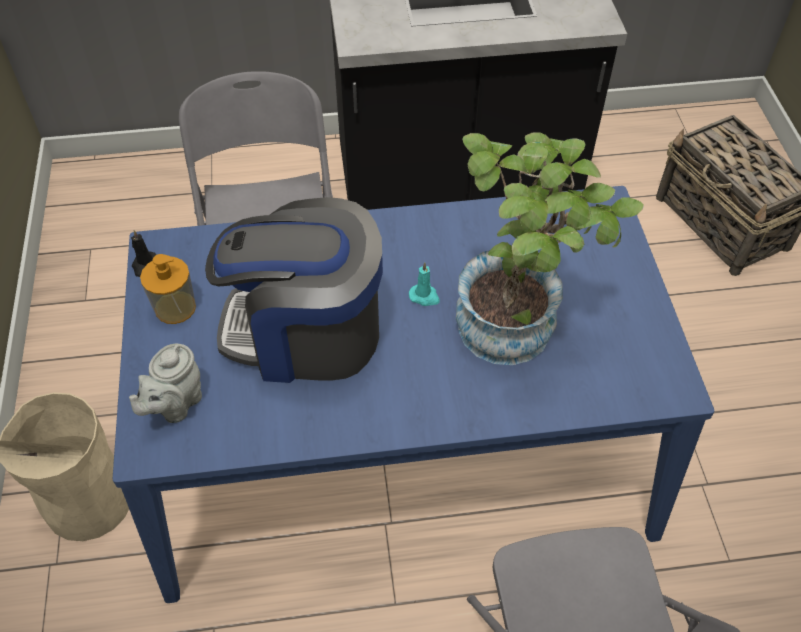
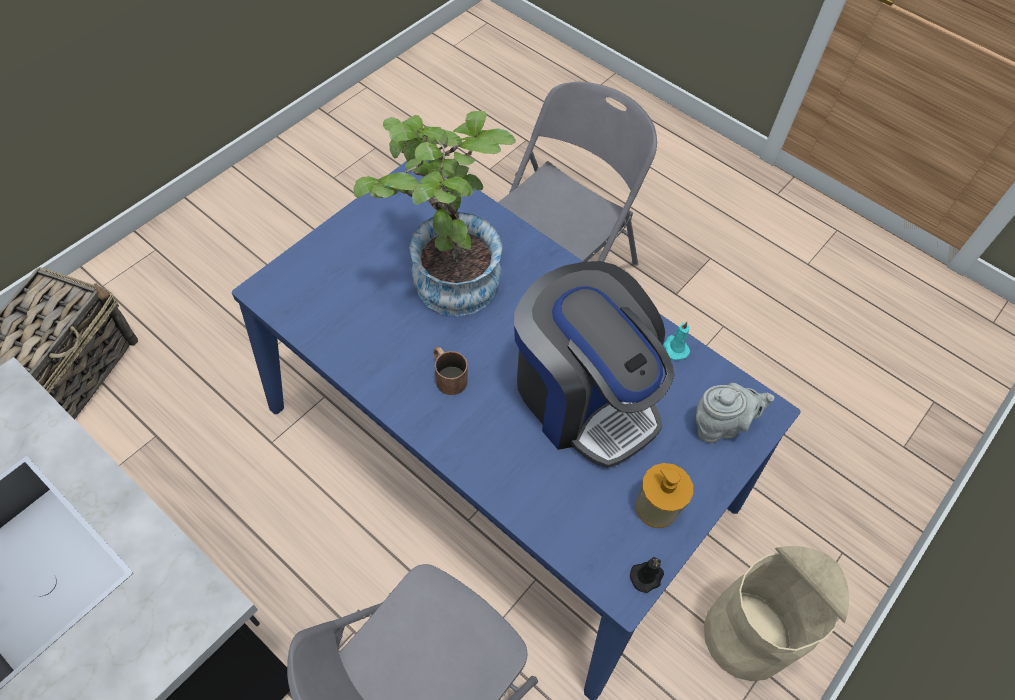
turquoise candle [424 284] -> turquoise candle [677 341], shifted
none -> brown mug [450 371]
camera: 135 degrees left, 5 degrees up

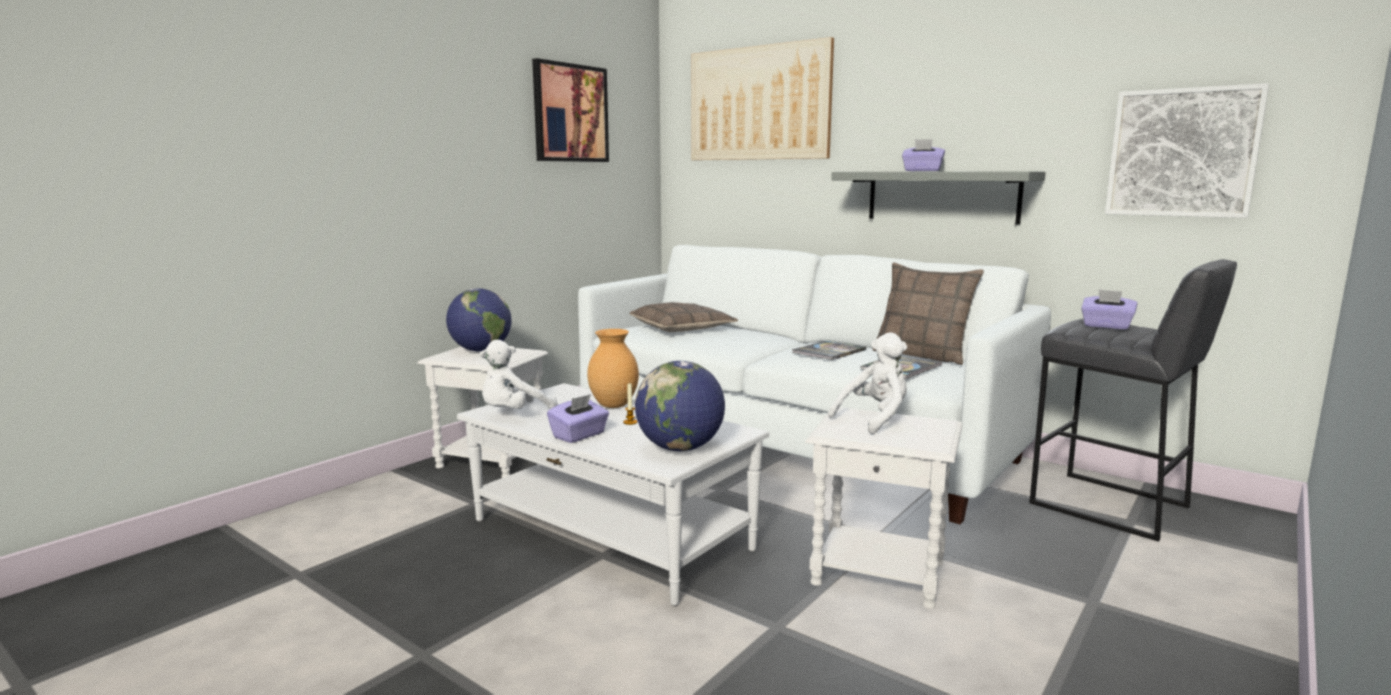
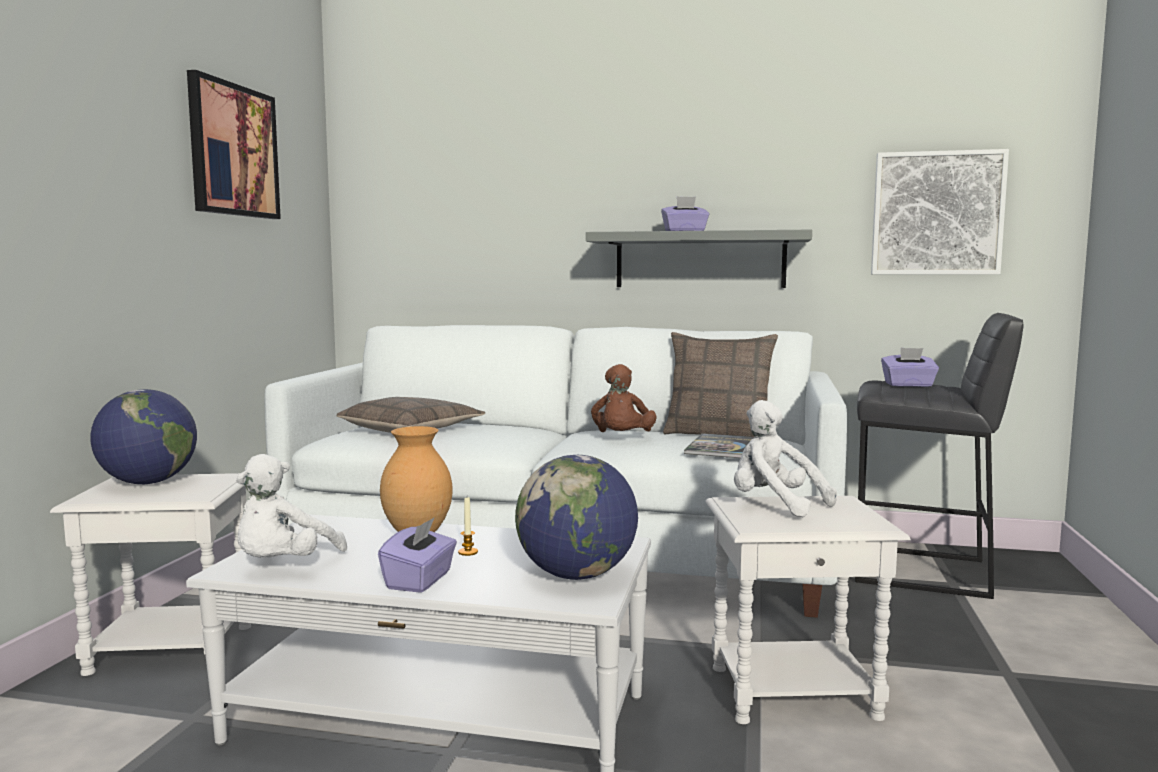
picture [762 98] -> none
book [829 350] -> brown plush toy [624 398]
white plush toy [867 383] -> white plush toy [785 458], 75 degrees counterclockwise
camera: 25 degrees left, 5 degrees down

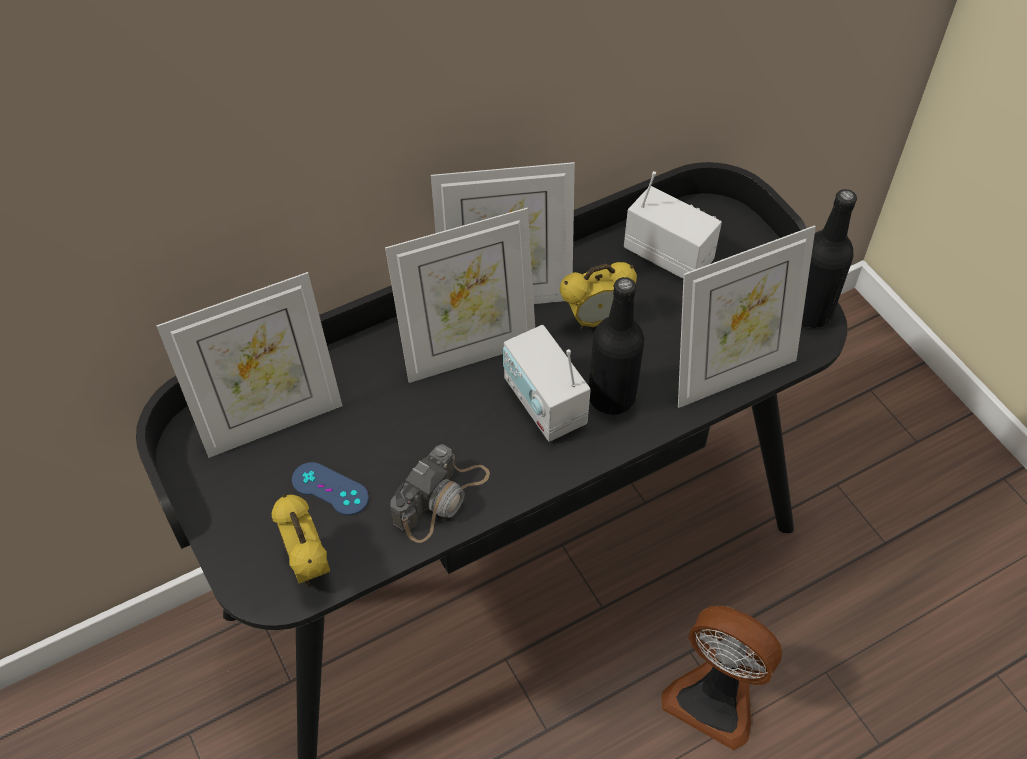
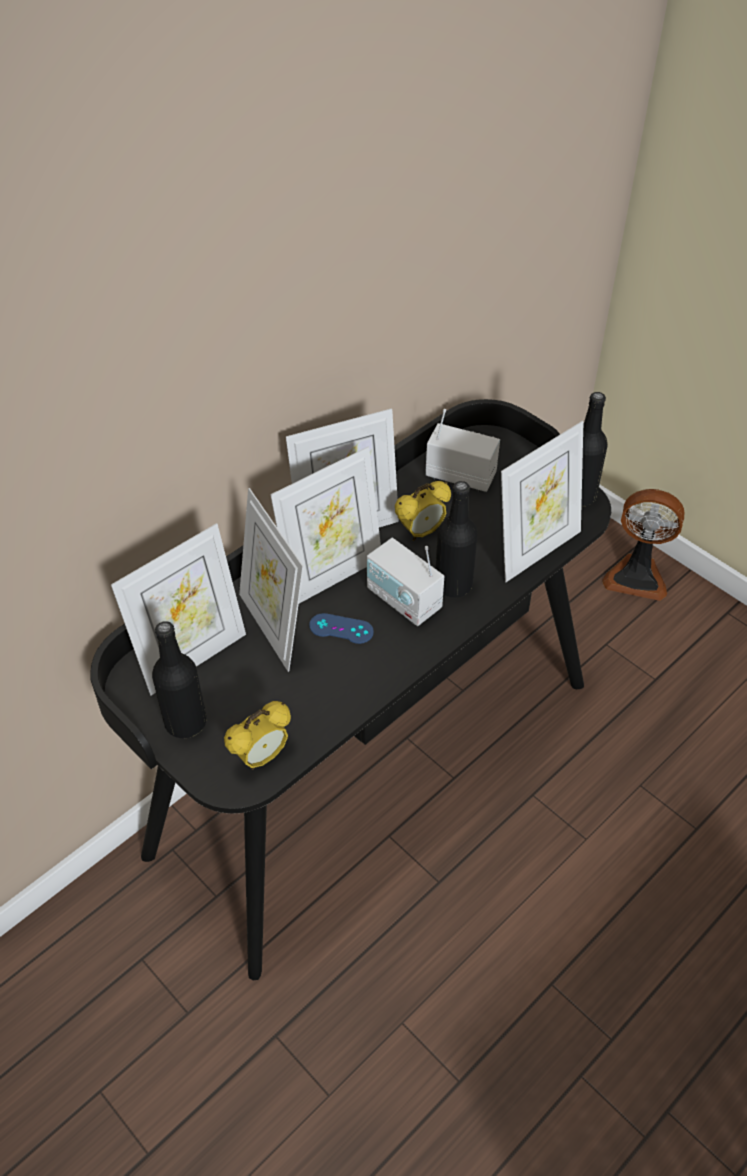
alarm clock [301 540] -> alarm clock [257 735], 90 degrees counterclockwise
blue game controller [330 488] -> blue game controller [341 628], shifted
photo camera [440 493] -> none
fan [721 677] -> fan [643 545], shifted
none -> black bottle [179 679]
none -> picture frame [271 580]
camera: 15 degrees left, 5 degrees down

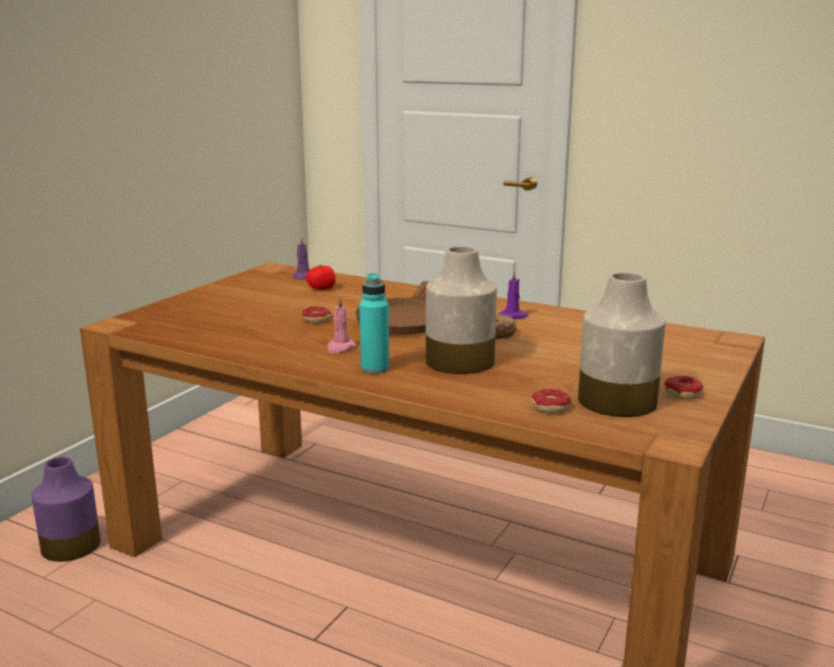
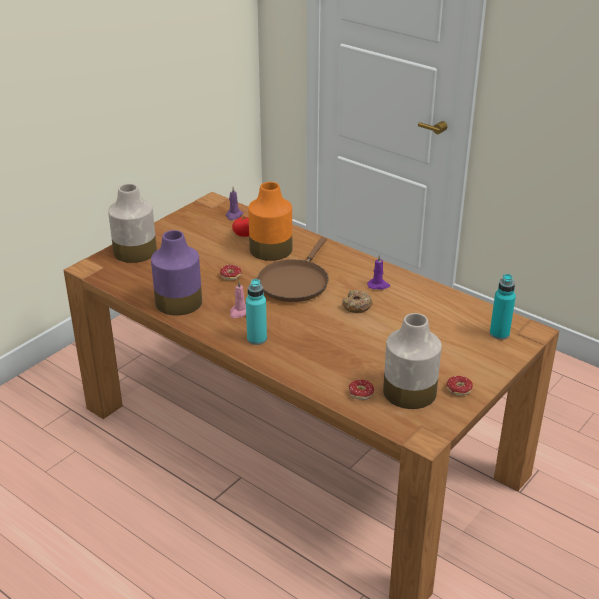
purple vase [66 509] -> purple vase [176 272], shifted
beige vase [461 310] -> beige vase [132 223], shifted
none -> orange vase [270 221]
none -> turquoise bottle [503 307]
camera: 10 degrees right, 15 degrees up

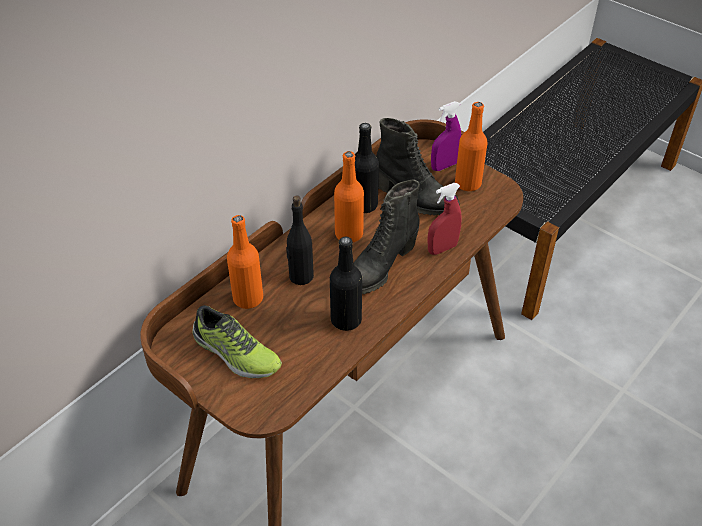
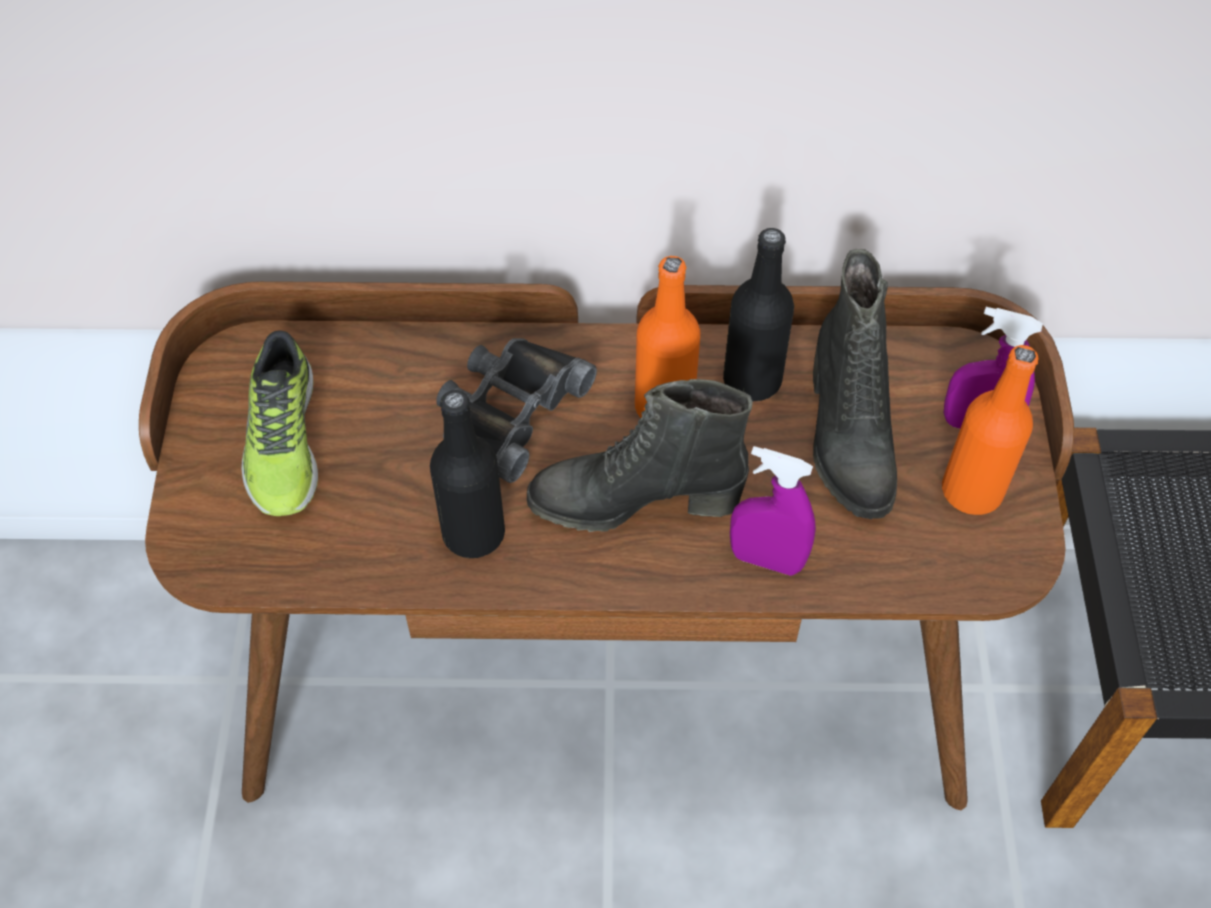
orange bottle [245 262] -> none
black bottle [300 240] -> black binoculars [516 410]
red spray bottle [445 219] -> purple spray bottle [773 511]
camera: 50 degrees right, 10 degrees up

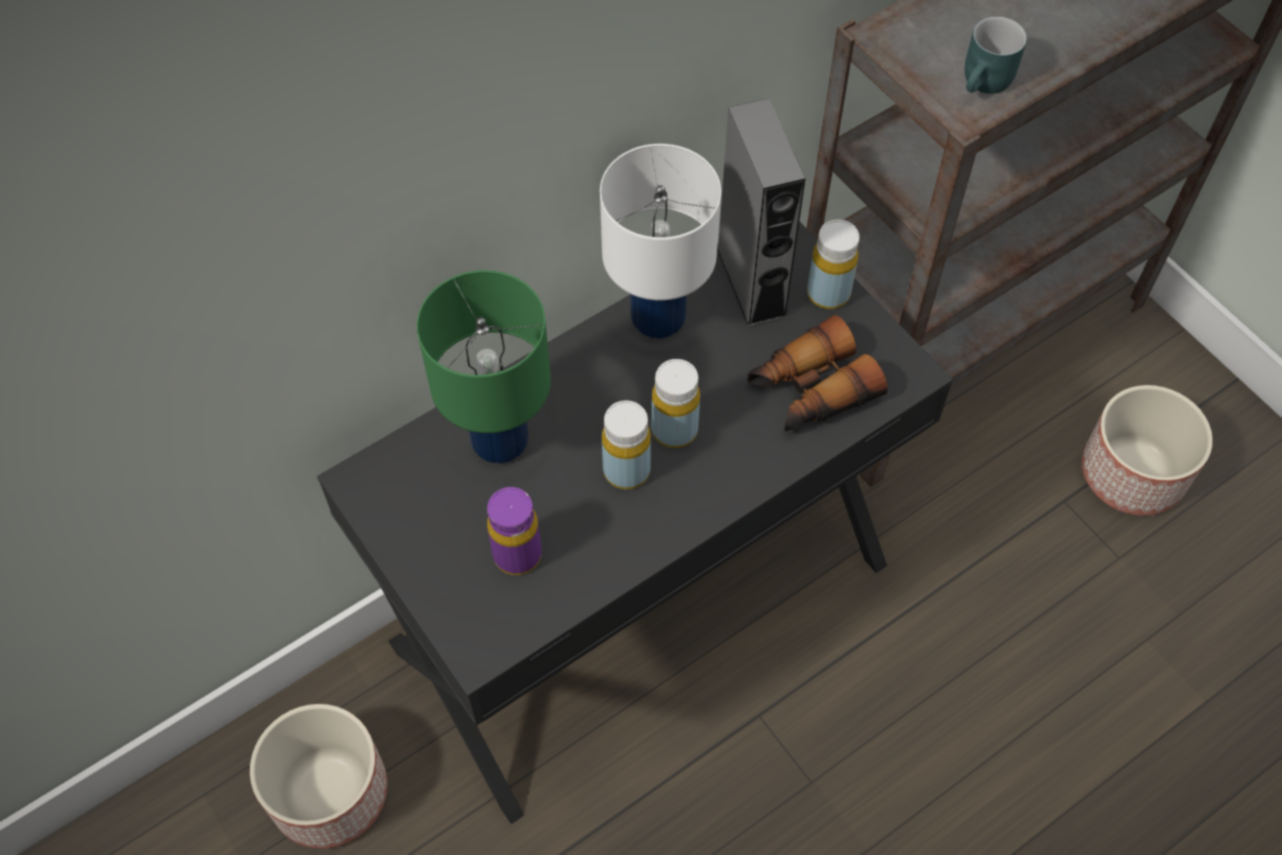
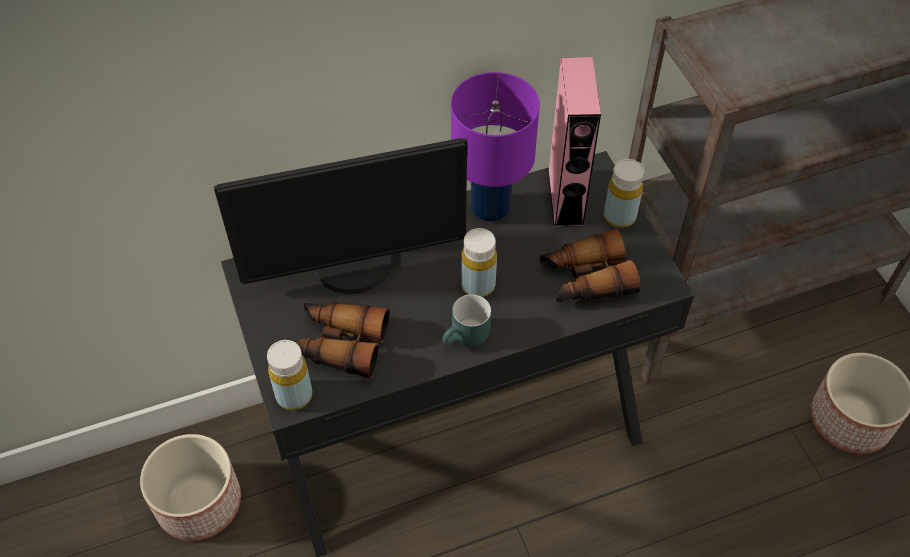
green table lamp [484 367] -> monitor [340 216]
purple bottle [514 531] -> binoculars [341 340]
white table lamp [660 241] -> purple table lamp [495 147]
yellow bottle [626 444] -> yellow bottle [289 375], shifted
grey speaker [761 212] -> pink speaker [574 142]
turquoise mug [996 55] -> turquoise mug [466 320], shifted
camera: 15 degrees right, 5 degrees down

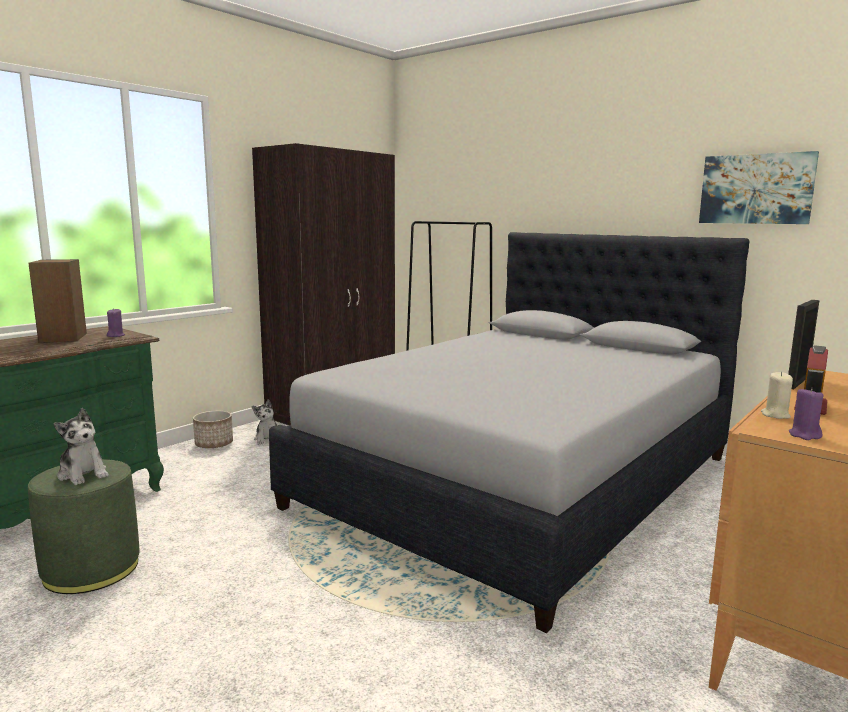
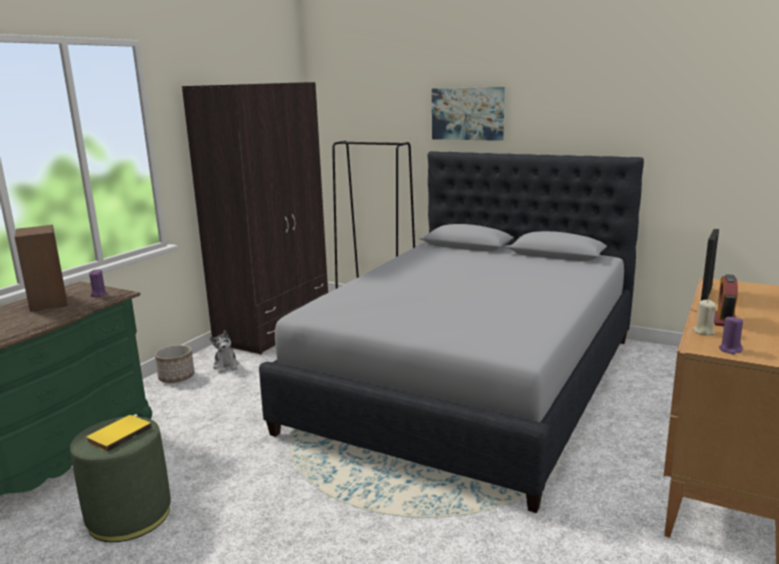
plush toy [81 446] -> yellow book [119 433]
picture [759 187] -> picture [468 114], shifted
camera: 10 degrees left, 5 degrees up

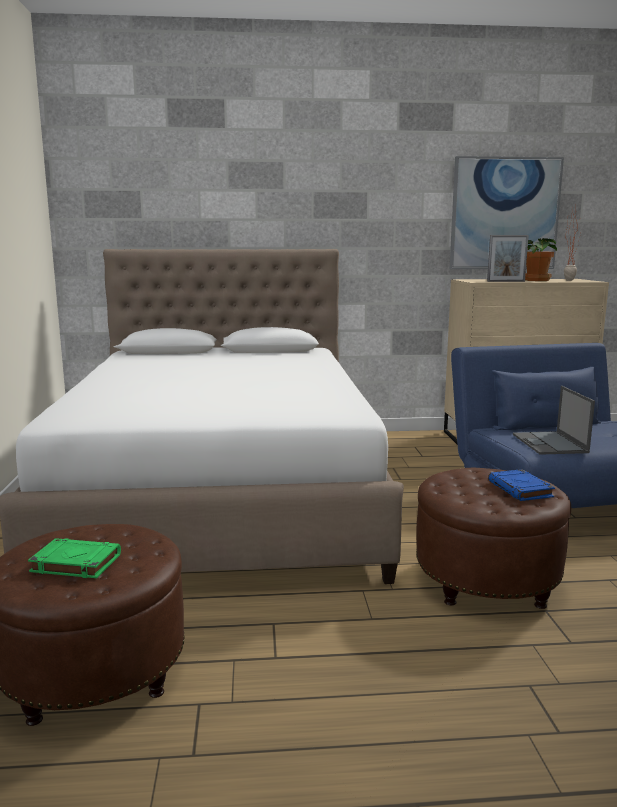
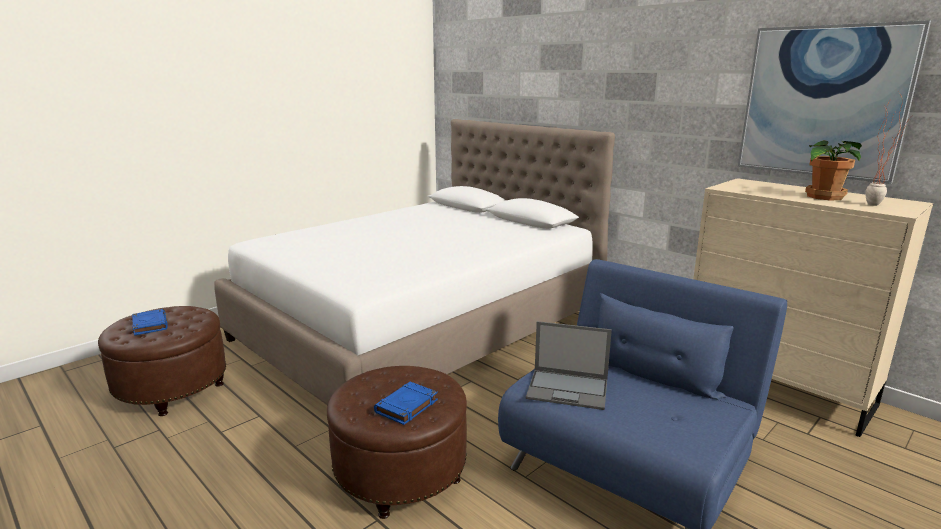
green book [74 558] -> blue book [150 322]
picture frame [508 258] -> none
laptop [554 420] -> laptop [569 365], 120 degrees counterclockwise
camera: 50 degrees right, 5 degrees up

